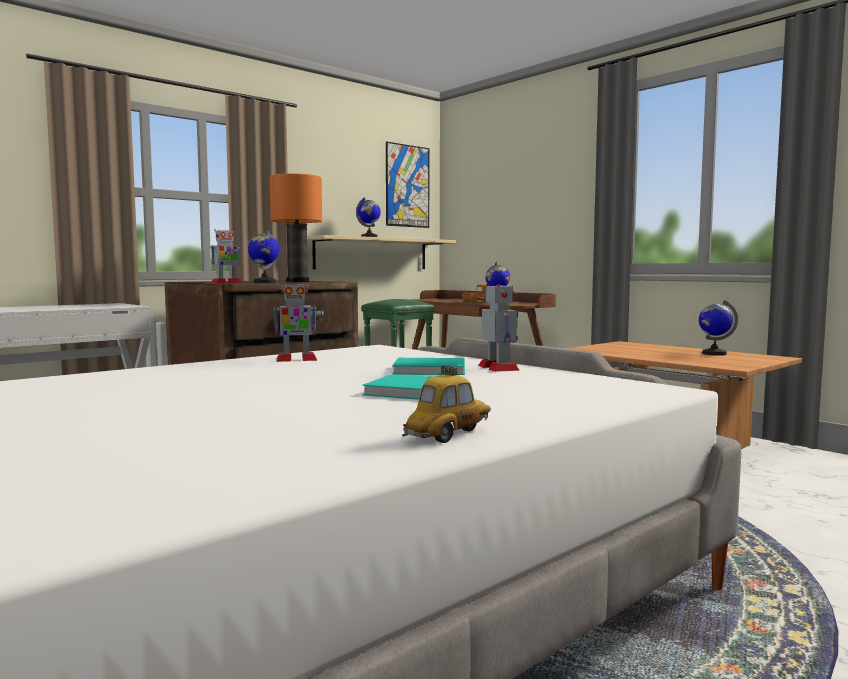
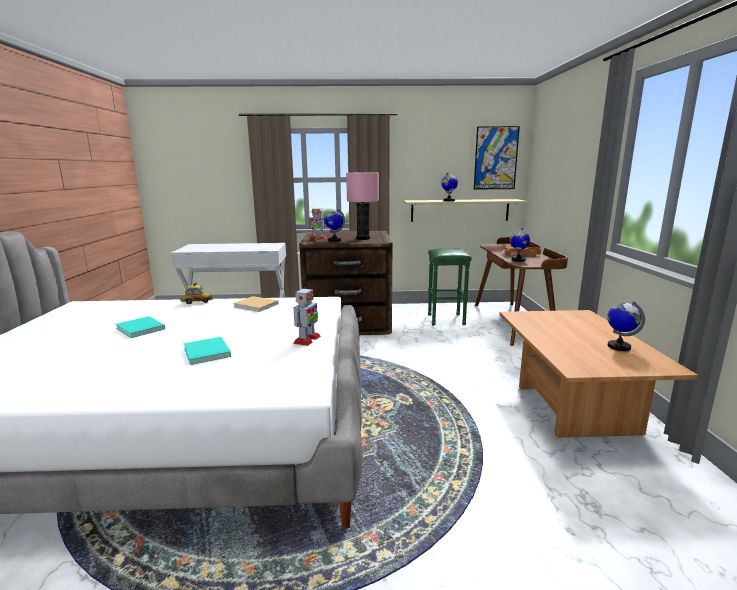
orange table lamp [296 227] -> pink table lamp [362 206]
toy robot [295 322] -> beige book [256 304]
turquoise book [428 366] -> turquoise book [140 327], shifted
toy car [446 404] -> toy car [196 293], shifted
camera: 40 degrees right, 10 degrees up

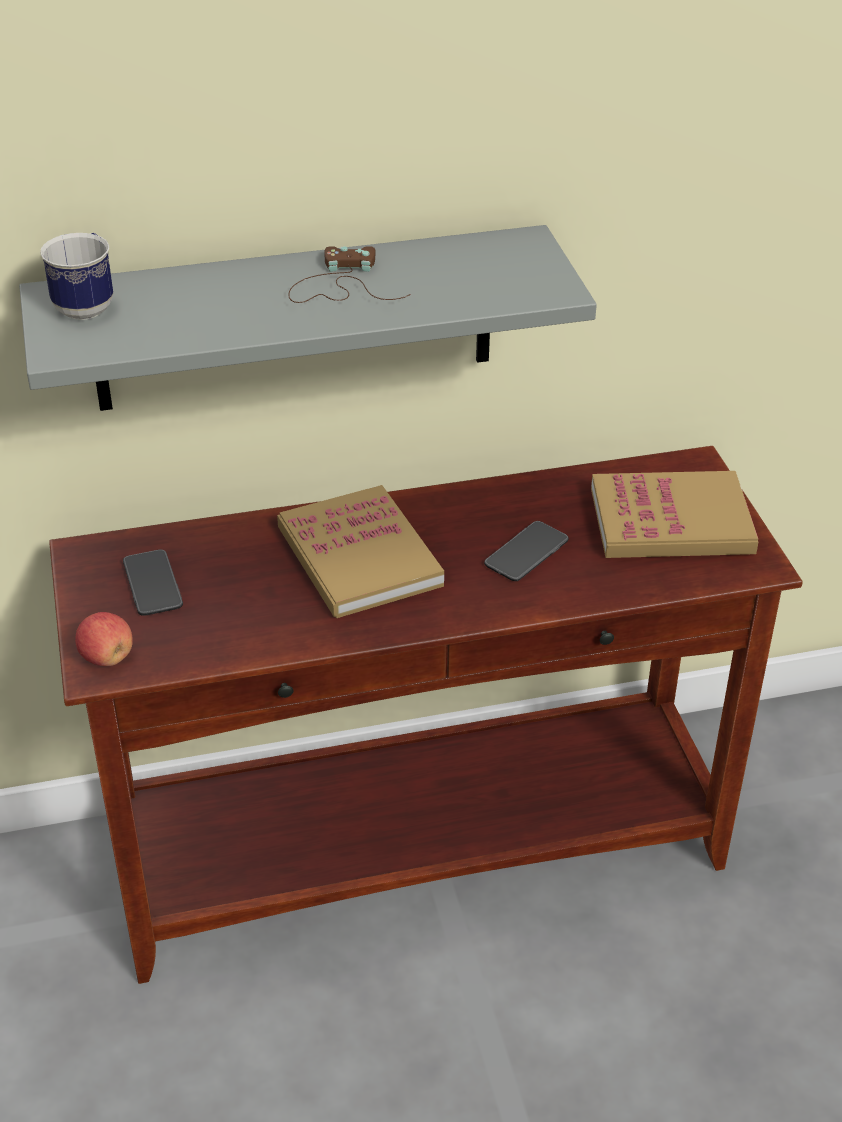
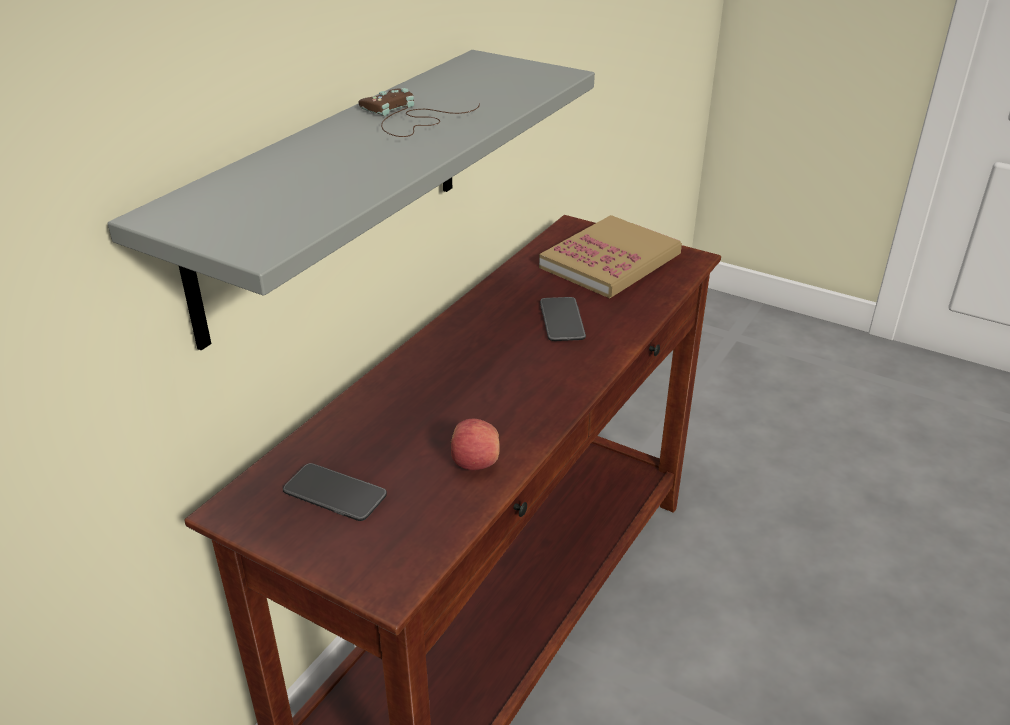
mug [76 276] -> none
apple [104 639] -> apple [474 444], shifted
book [360 551] -> none
camera: 45 degrees left, 5 degrees down

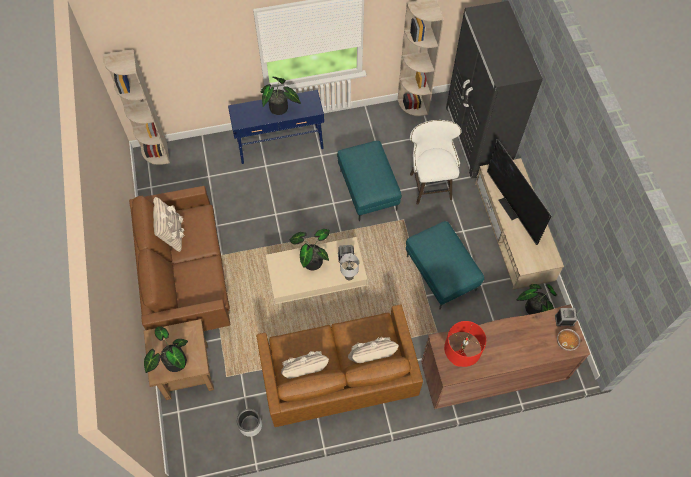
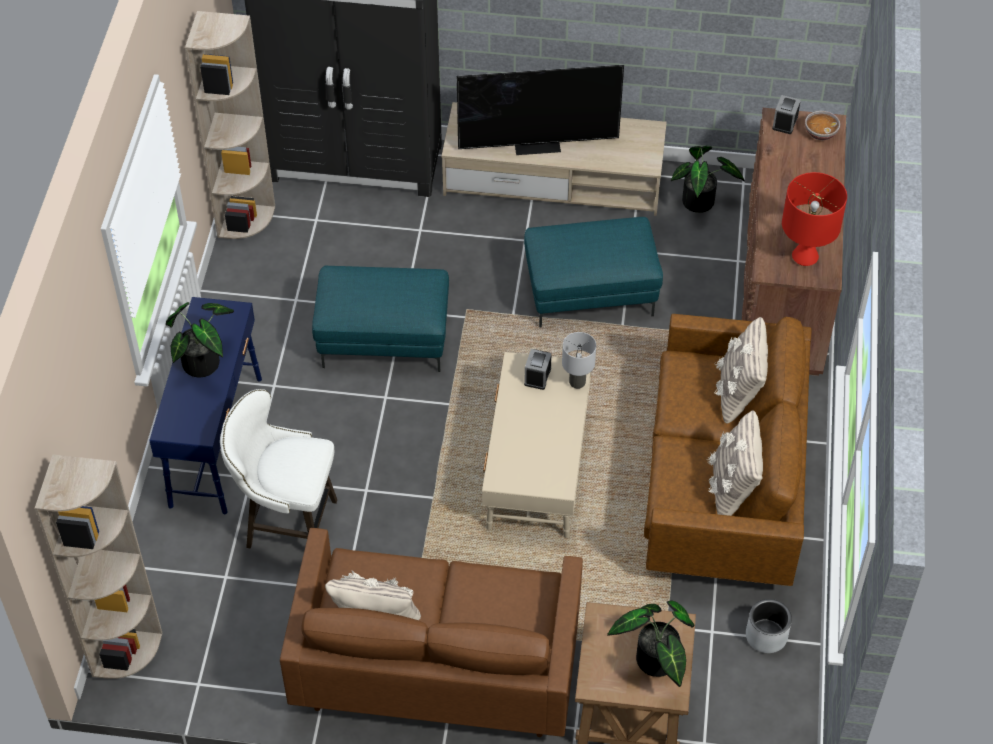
potted plant [309 249] -> none
white stool [436 162] -> white stool [278 469], shifted
camera: 70 degrees left, 10 degrees down

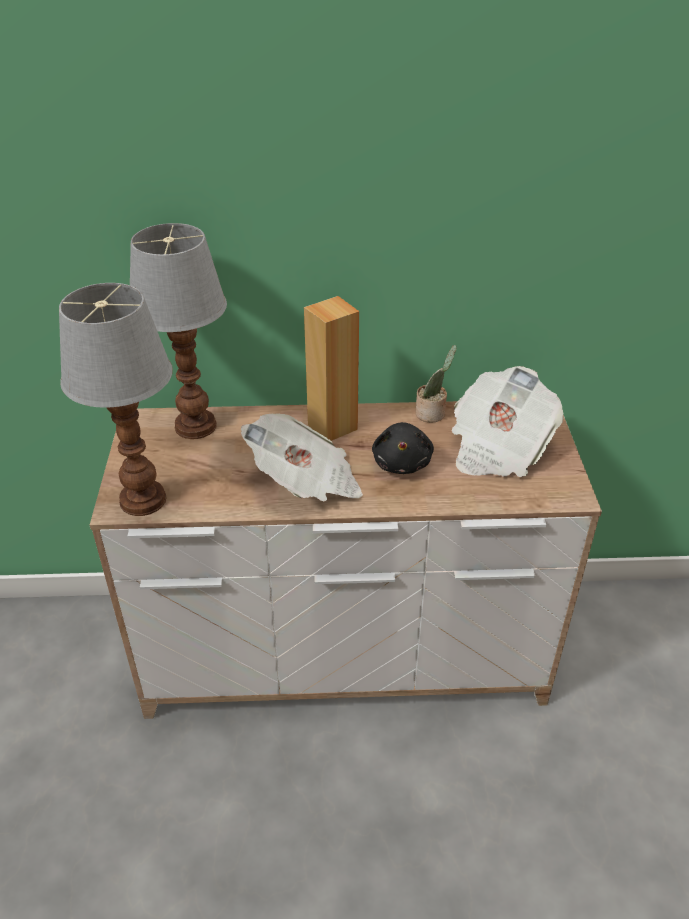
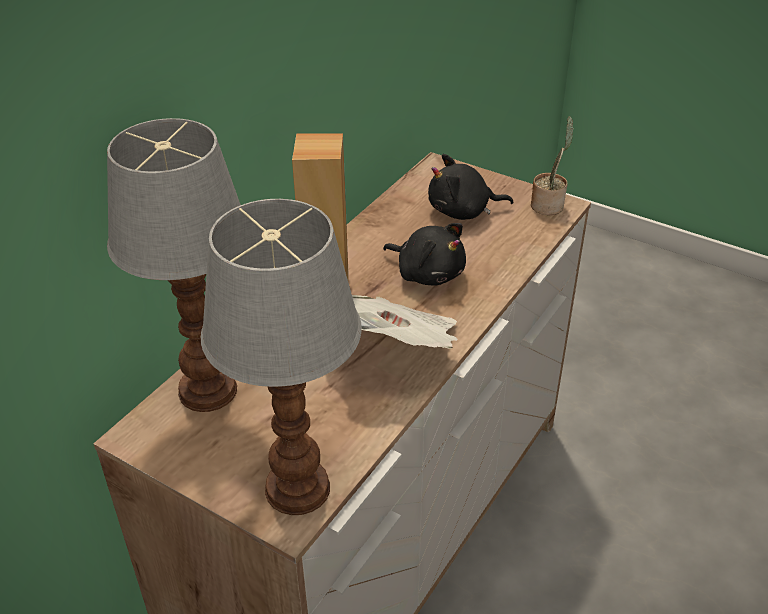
potted plant [435 383] -> potted plant [552 165], shifted
newspaper [507 421] -> black plush toy [470 187]
camera: 55 degrees left, 0 degrees up

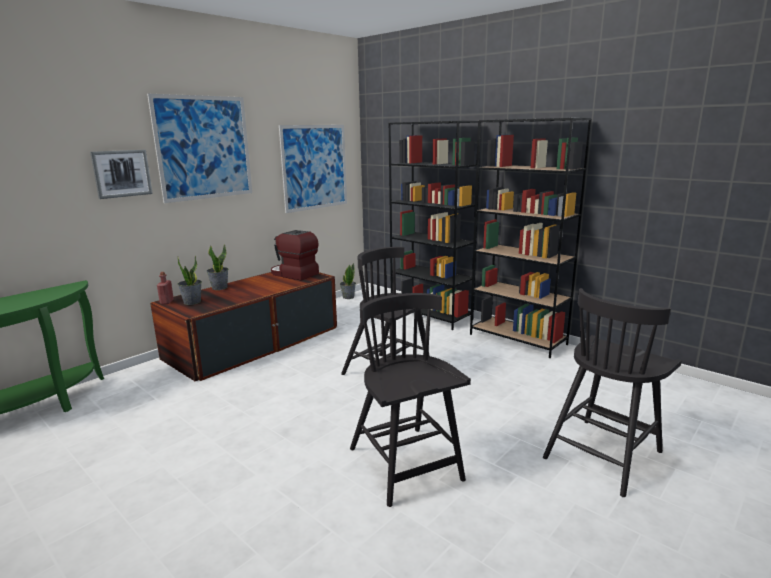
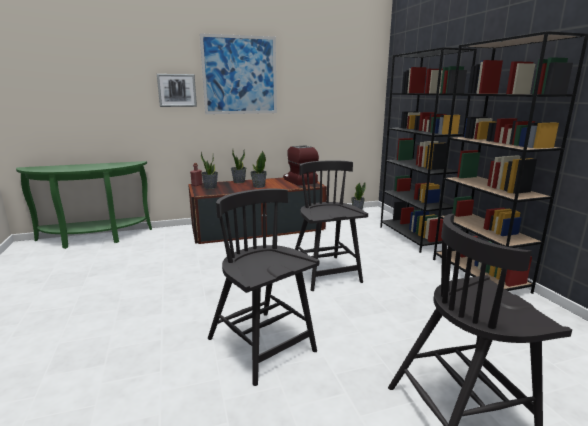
picture [313 169] -> none
black chair [410 400] -> black chair [263 287], 45 degrees counterclockwise
none -> potted plant [258 169]
camera: 30 degrees right, 0 degrees up

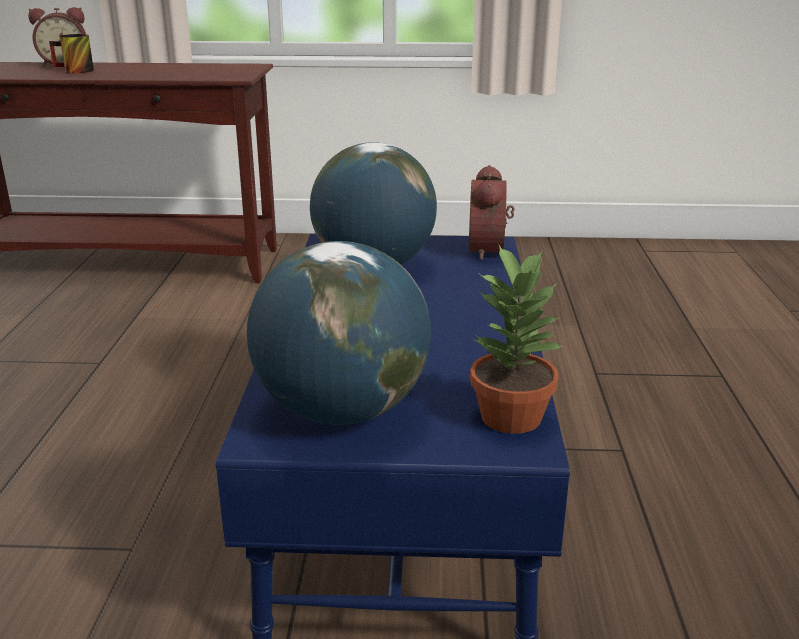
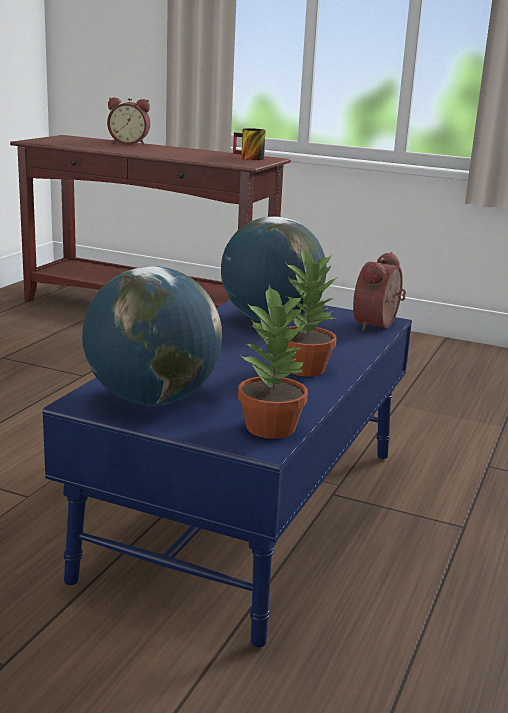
mug [71 53] -> mug [249 144], shifted
none -> potted plant [311 312]
camera: 20 degrees right, 5 degrees down

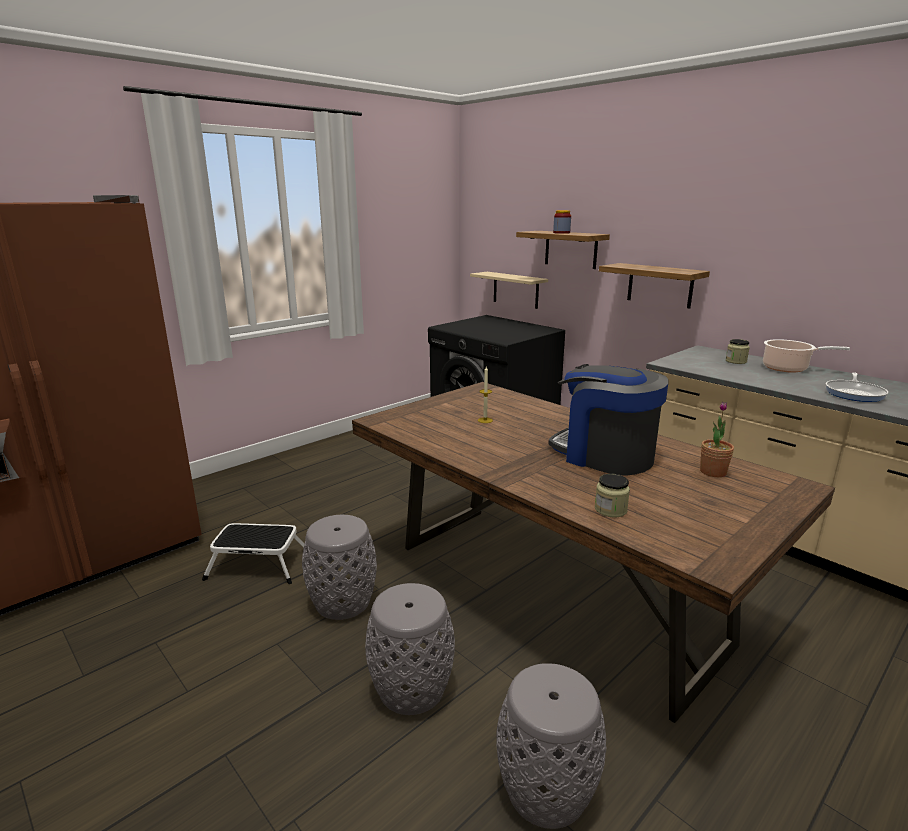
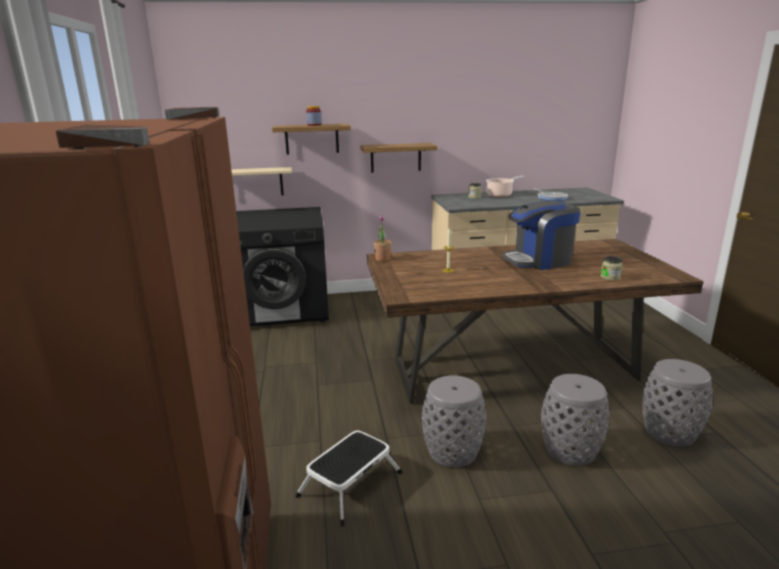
potted plant [717 439] -> potted plant [382 238], shifted
camera: 55 degrees left, 0 degrees up

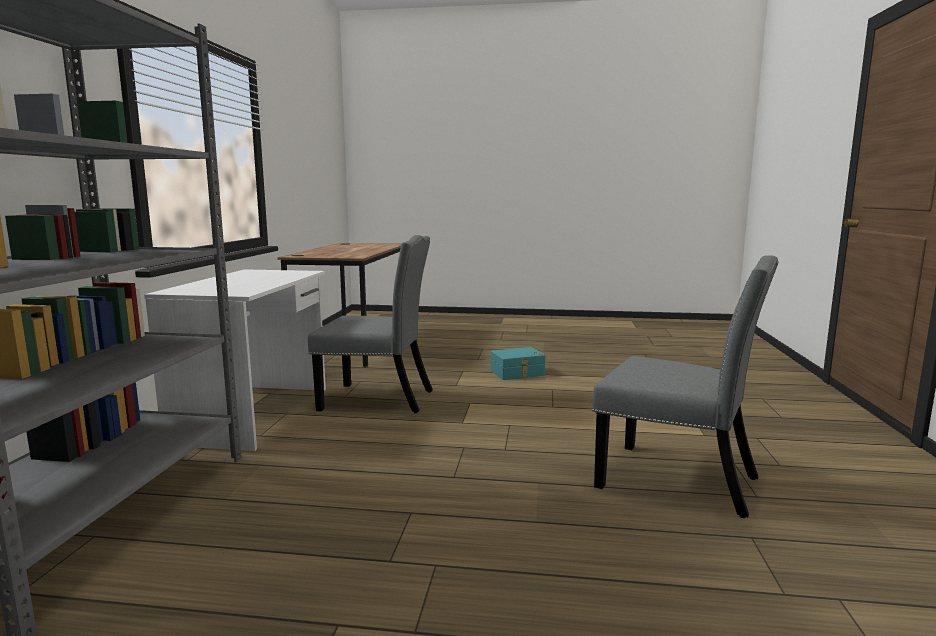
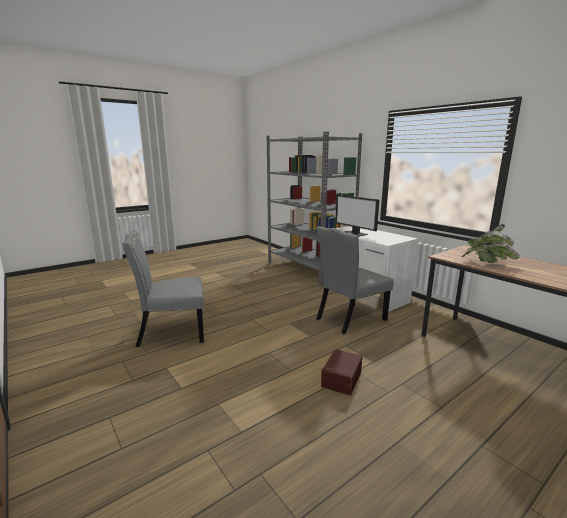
turquoise storage box [518 363] -> brown storage box [341 372]
none -> monitor [357 216]
none -> potted plant [490 243]
camera: 135 degrees right, 5 degrees up

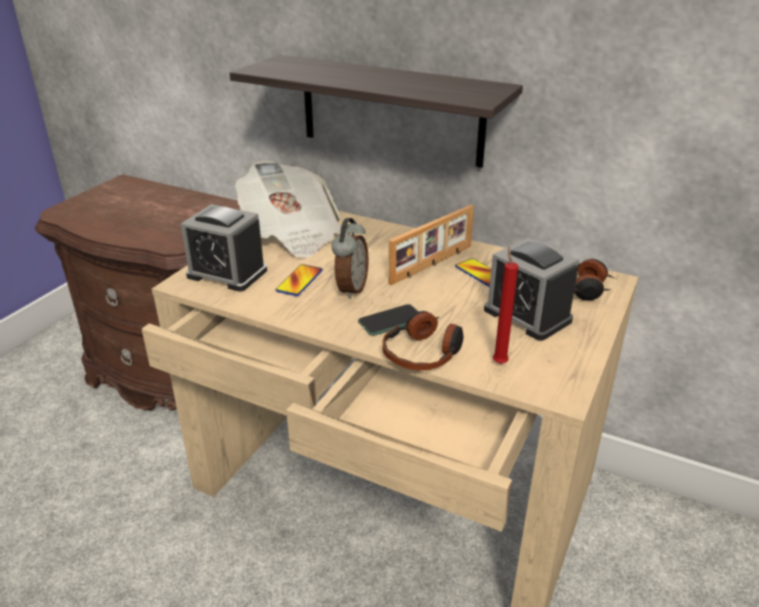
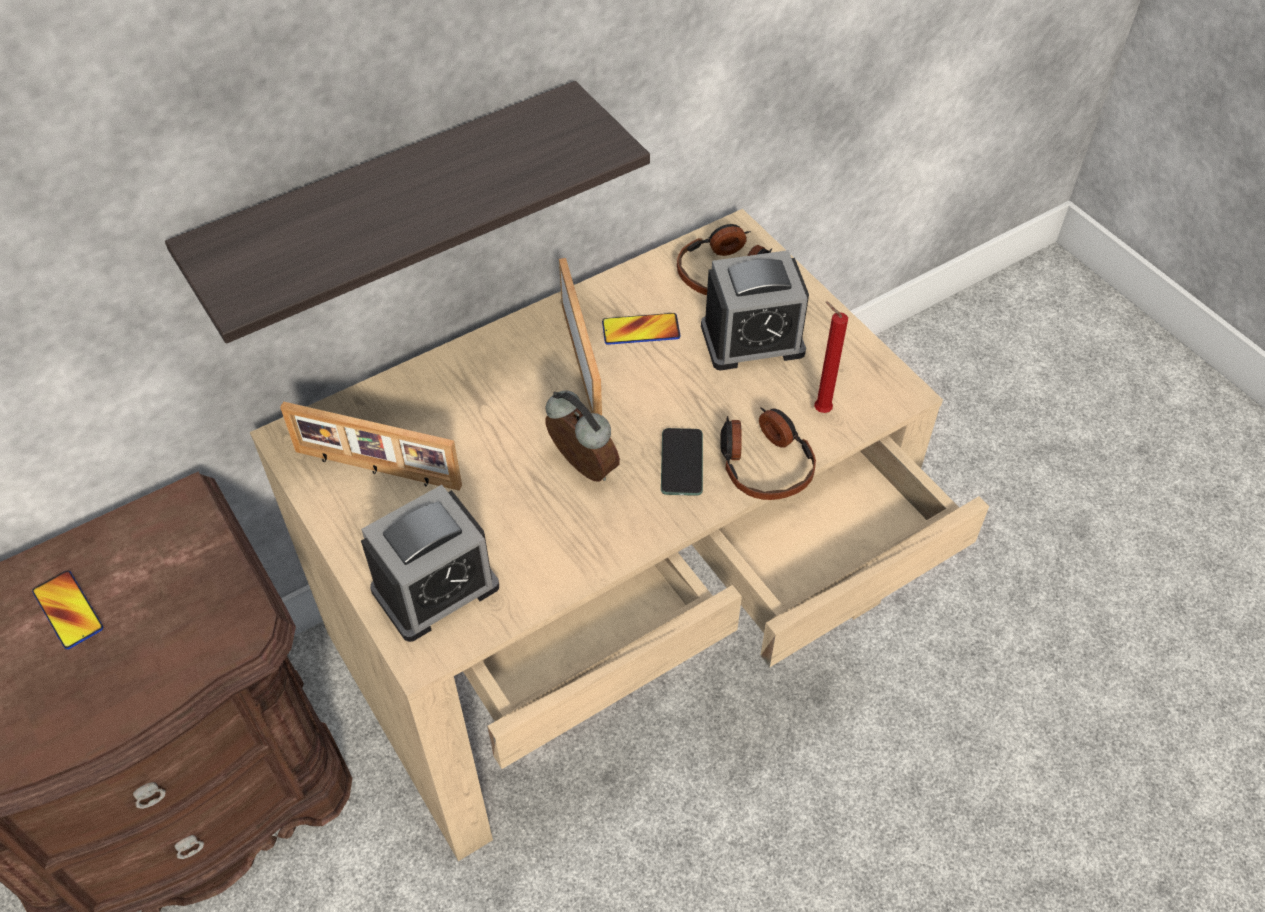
newspaper [288 209] -> picture frame [371 446]
phone [299 280] -> phone [67 609], shifted
camera: 60 degrees left, 20 degrees up

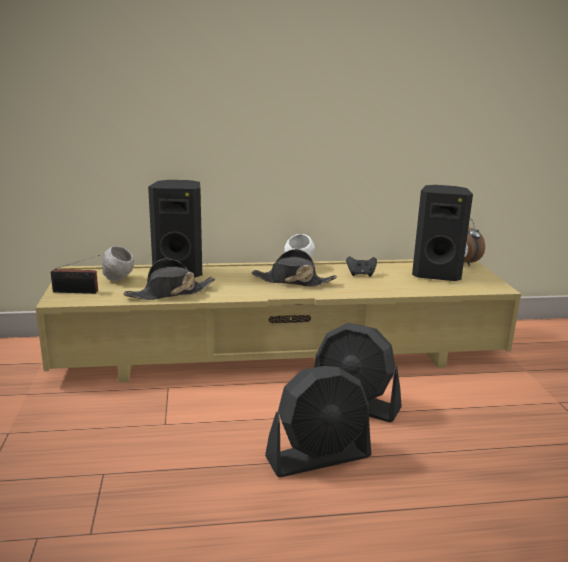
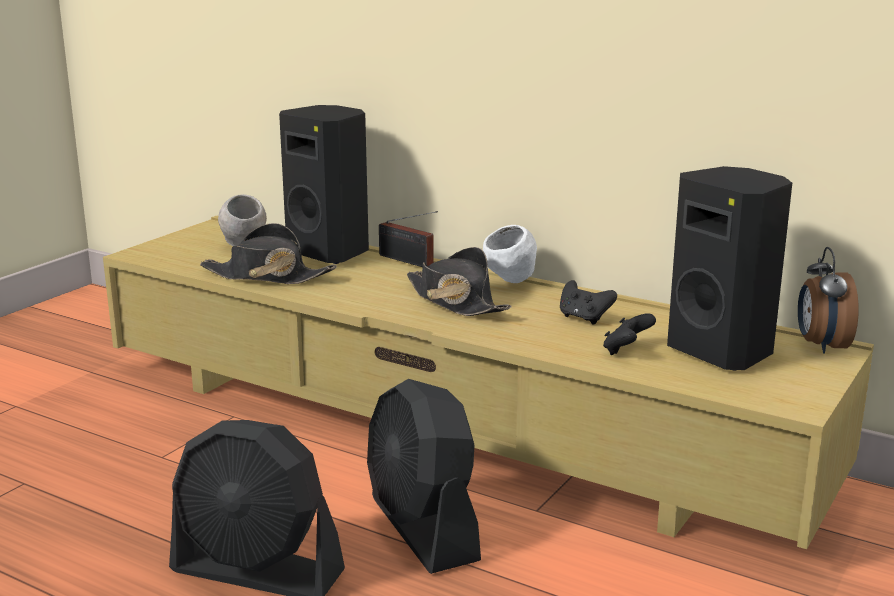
radio [75 274] -> radio [408 239], shifted
none -> black game controller [629 334]
camera: 40 degrees right, 0 degrees up

